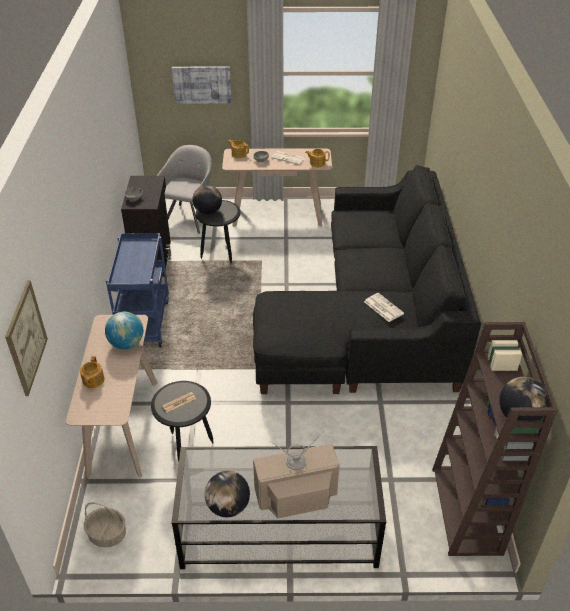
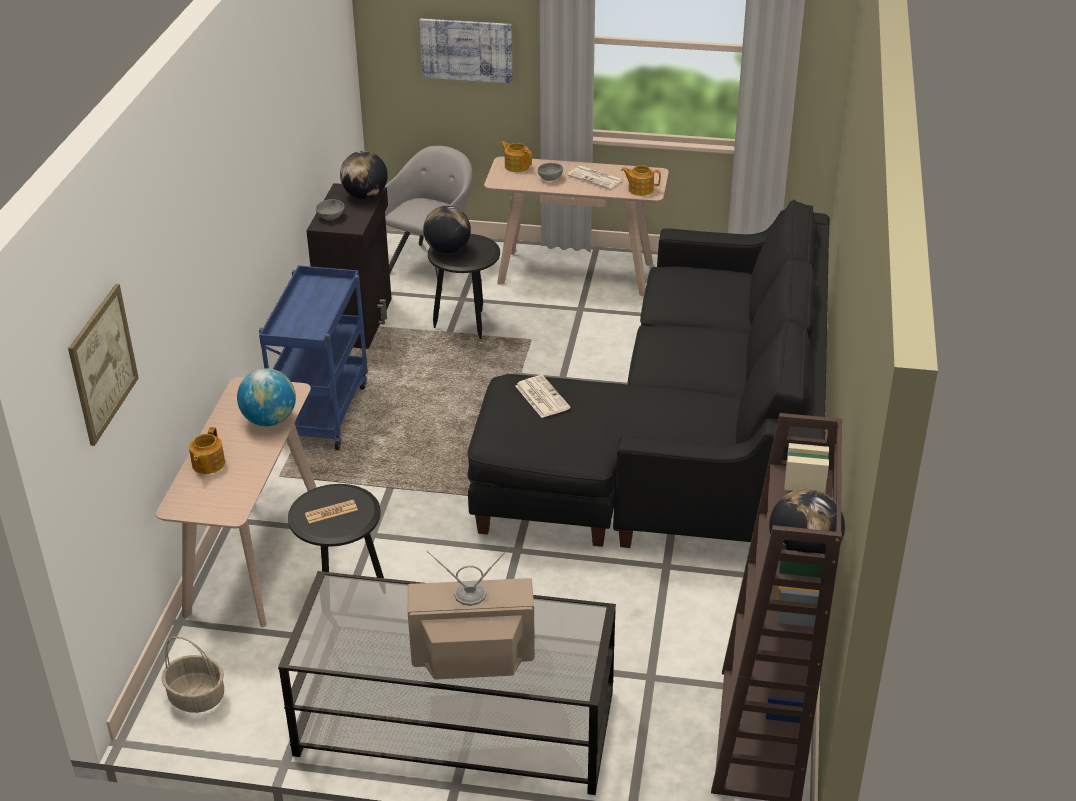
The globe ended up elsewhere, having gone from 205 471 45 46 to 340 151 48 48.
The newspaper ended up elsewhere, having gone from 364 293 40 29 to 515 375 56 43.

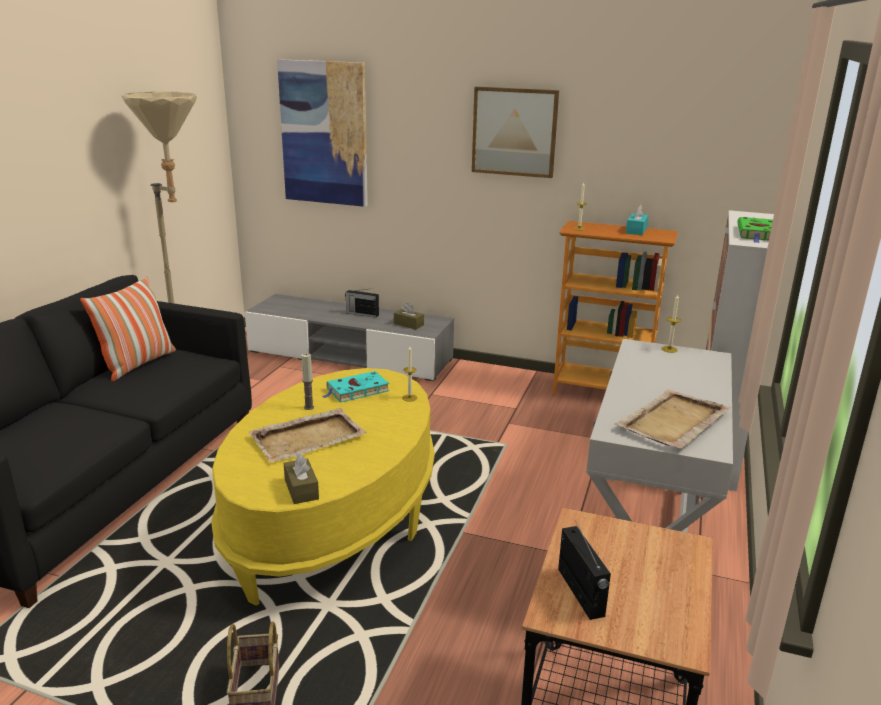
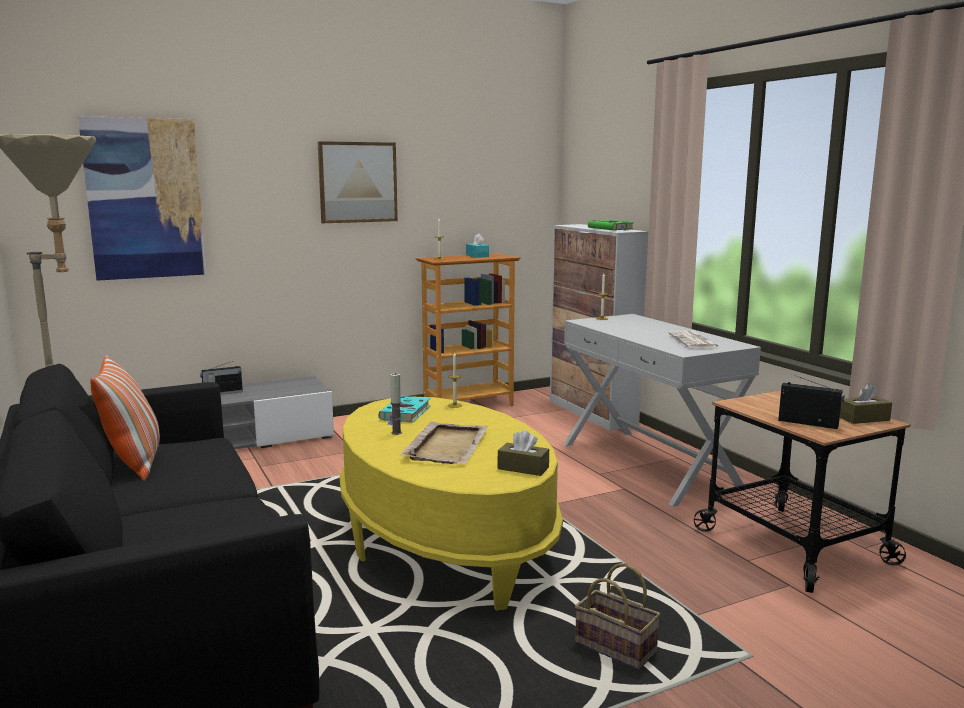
The brown tissue box ended up elsewhere, having gone from 394 303 30 26 to 840 383 52 41.
Where the beige tray stood at 615 389 116 60, the newspaper came to stand at 668 331 52 18.

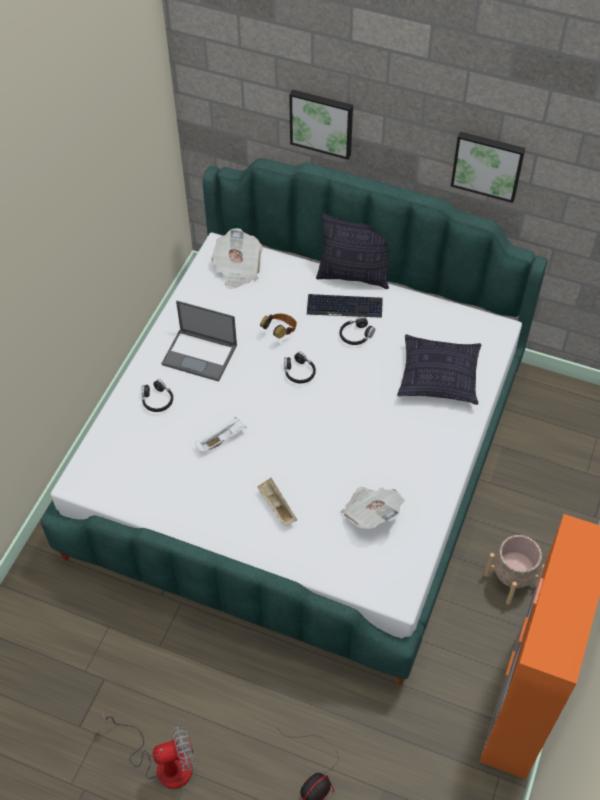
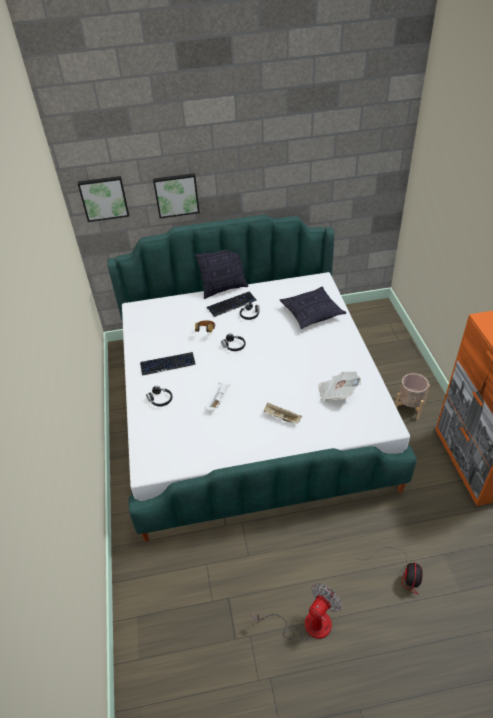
The second view lost the newspaper at 212 228 51 61.
The picture ended up elsewhere, having gone from 451 132 74 71 to 78 176 51 46.
Where the laptop stood at 161 300 76 82, the keyboard came to stand at 140 352 56 24.

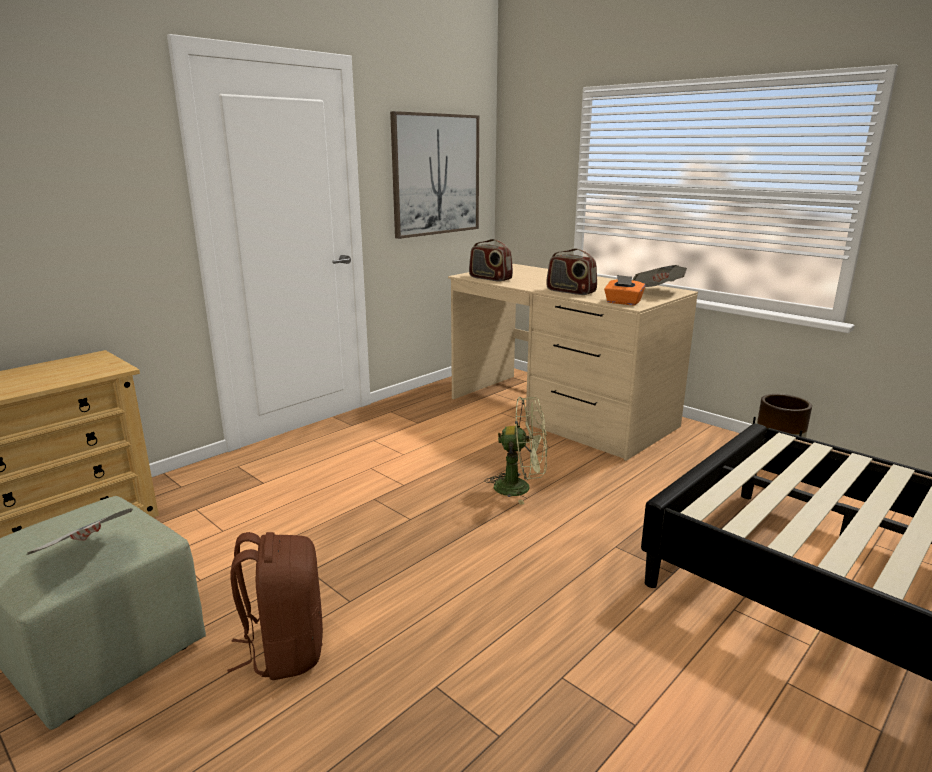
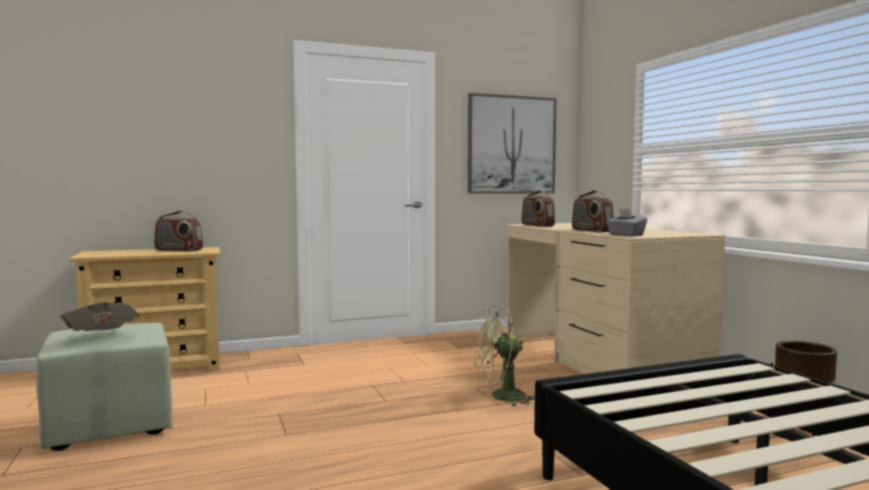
The second view lost the brown backpack at 227 532 96 148.
The second view lost the newspaper at 633 265 54 22.
The second view gained the radio at 154 211 49 41.
What was the orange tissue box at 604 275 41 30 turned into the grey tissue box at 606 209 41 27.
The green fan at 485 397 63 108 ended up facing another way, 135 degrees clockwise from before.

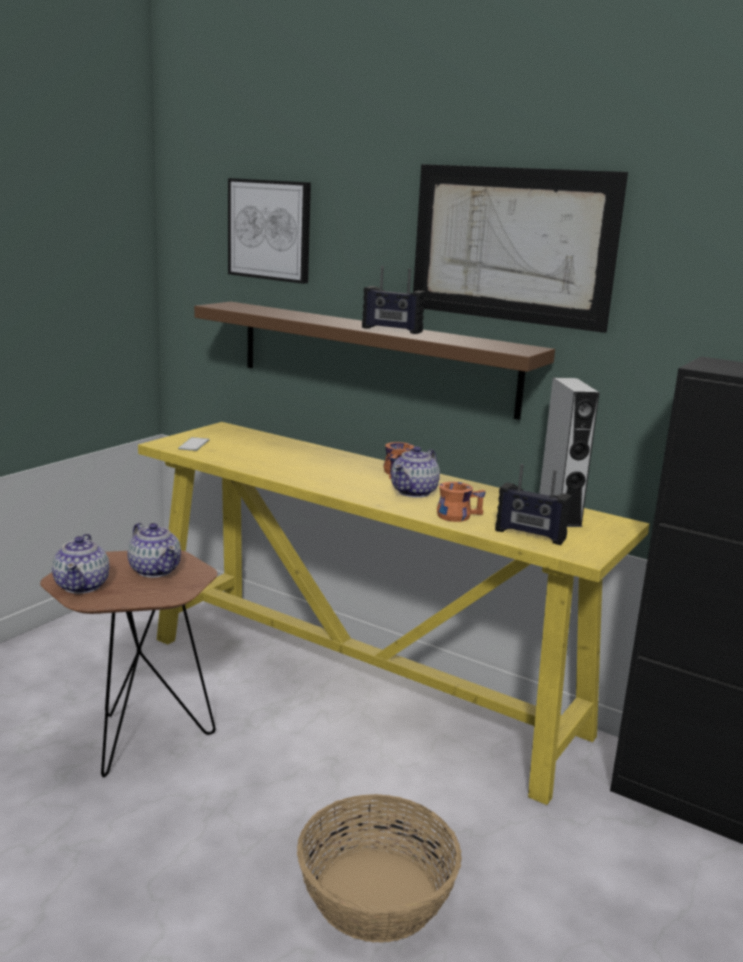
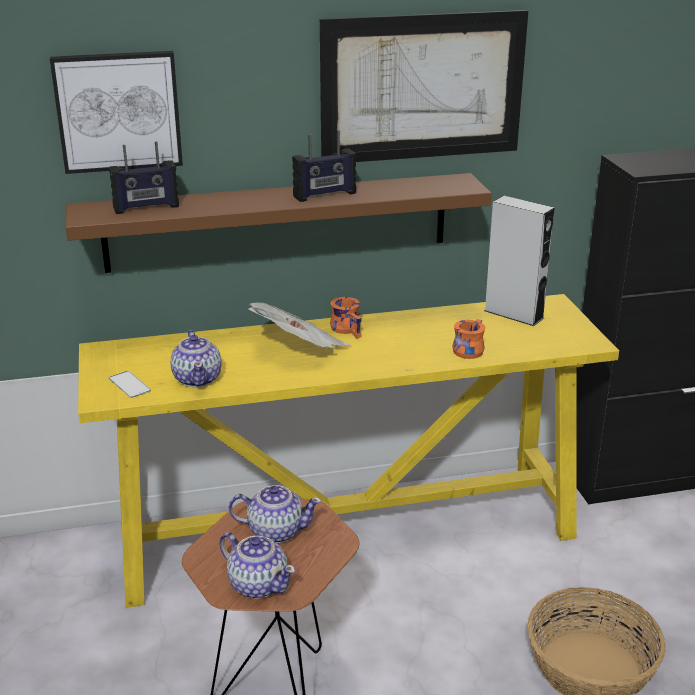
The second view gained the newspaper at 248 302 103 47.
The teapot ended up elsewhere, having gone from 391 446 49 52 to 170 330 52 57.
The radio ended up elsewhere, having gone from 495 464 77 81 to 109 142 70 72.

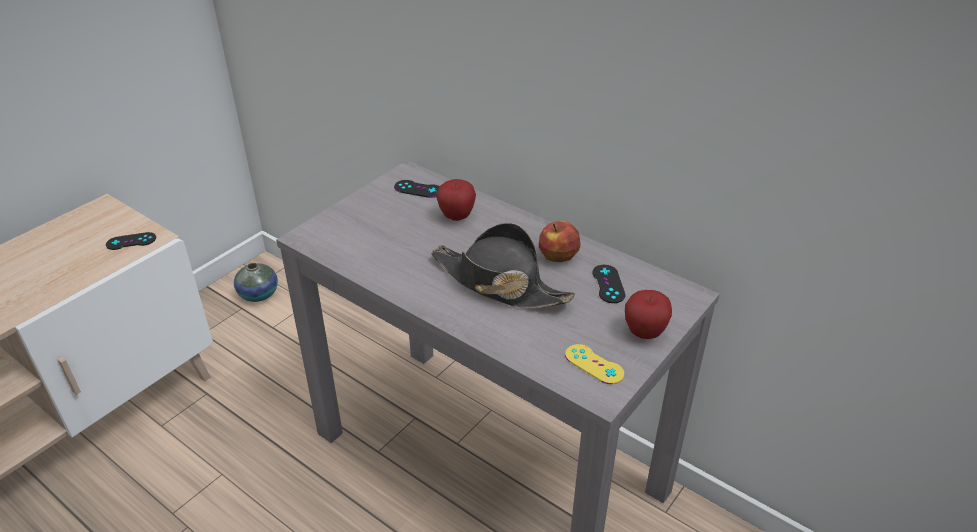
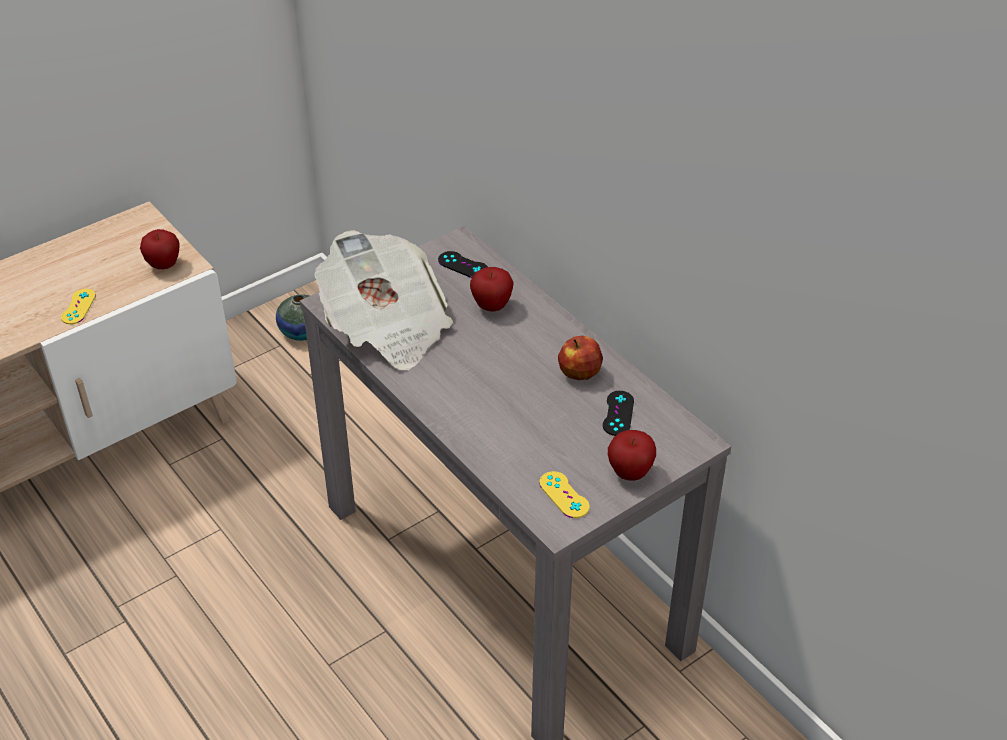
The second view lost the black hat at 431 223 144 86.
The second view gained the yellow game controller at 61 289 35 35.
The second view gained the newspaper at 314 230 139 140.
Where the black game controller stood at 106 232 50 18, the apple came to stand at 140 229 40 40.

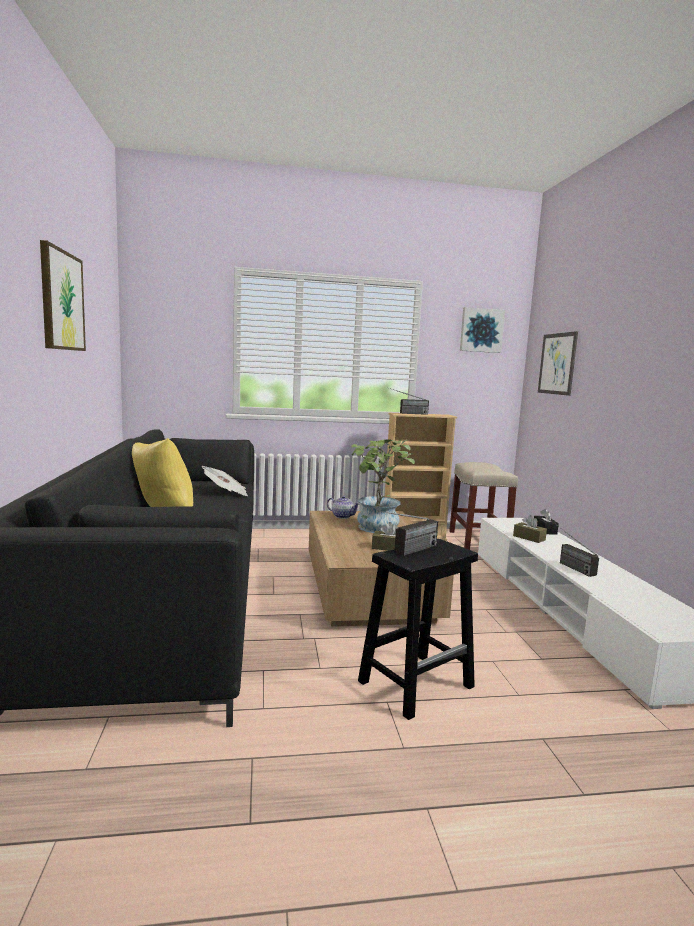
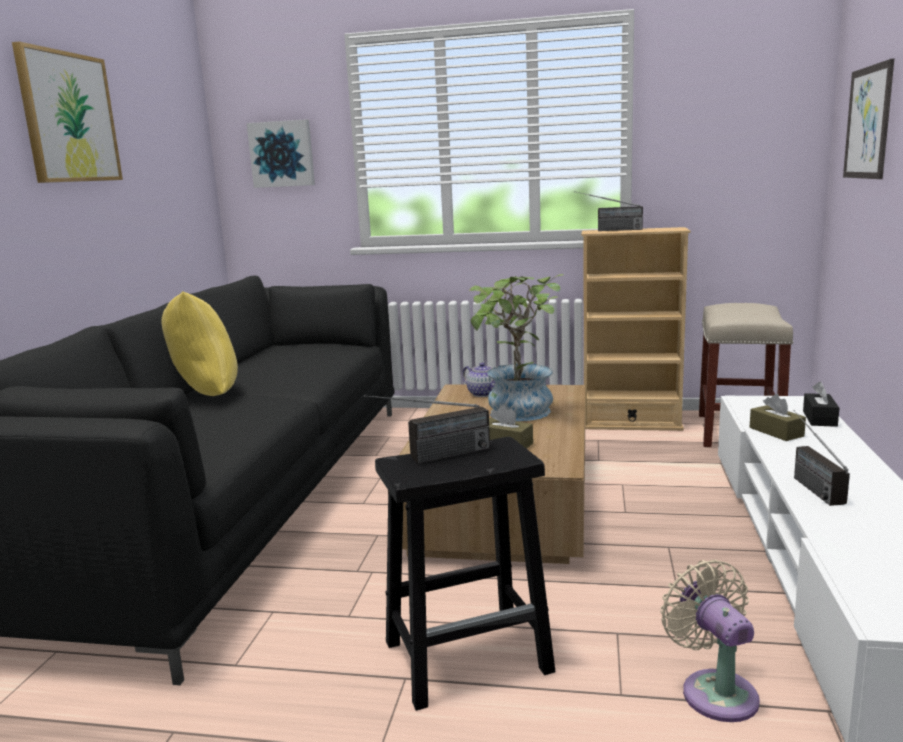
The second view lost the newspaper at 201 466 47 30.
The second view gained the beige fan at 660 560 100 162.
The picture ended up elsewhere, having gone from 460 307 45 46 to 247 119 68 69.

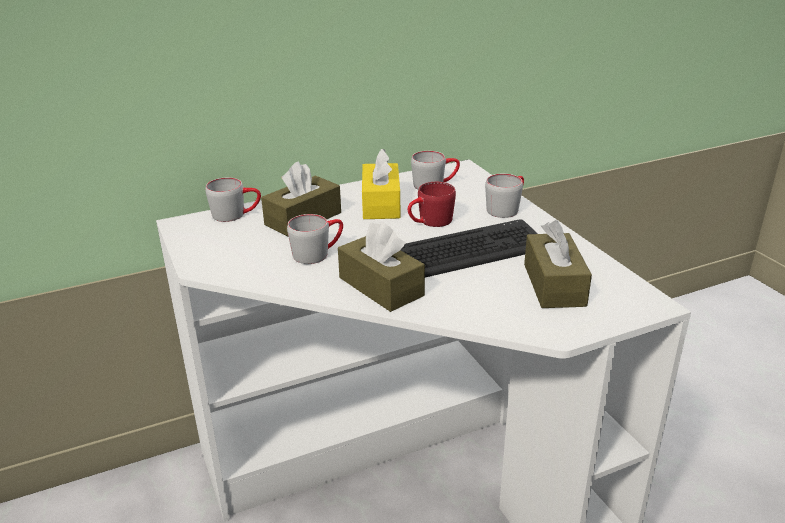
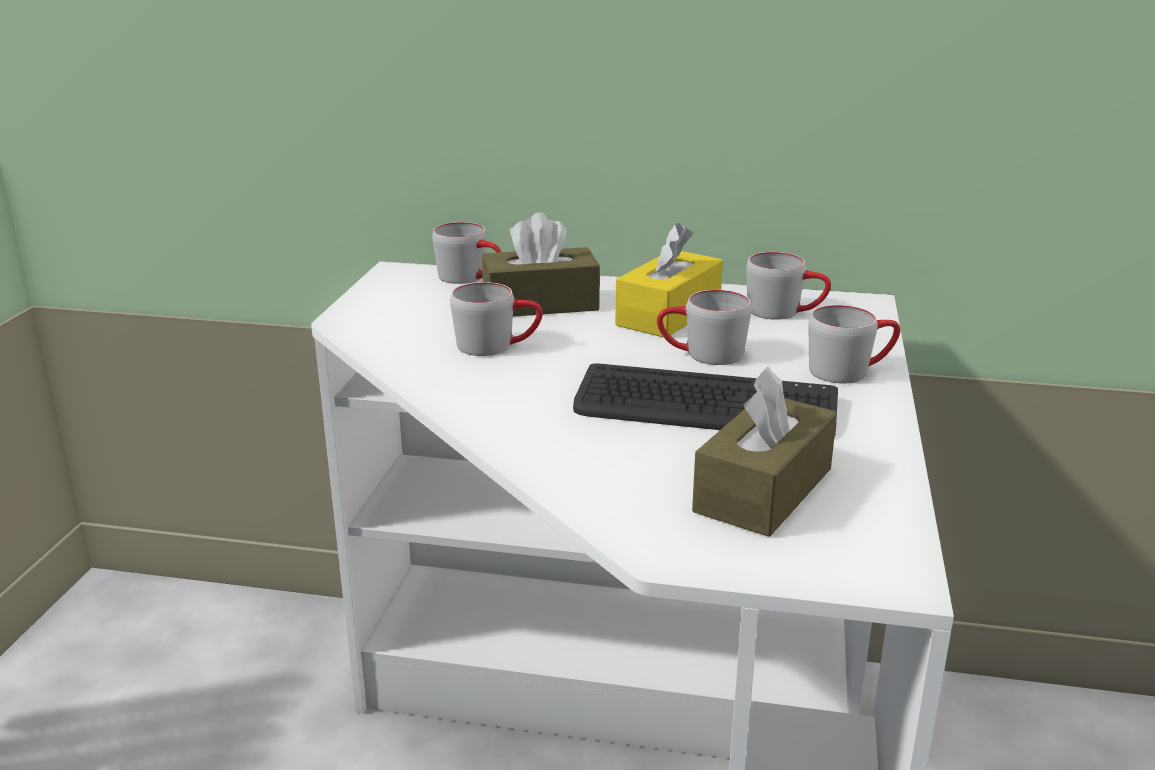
The second view lost the brown tissue box at 338 222 87 90.
What was the red mug at 408 182 48 45 turned into the grey mug at 657 290 95 75.

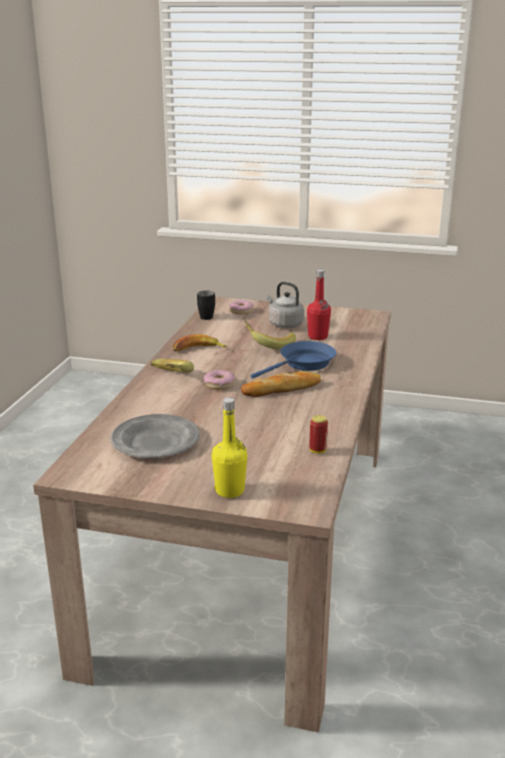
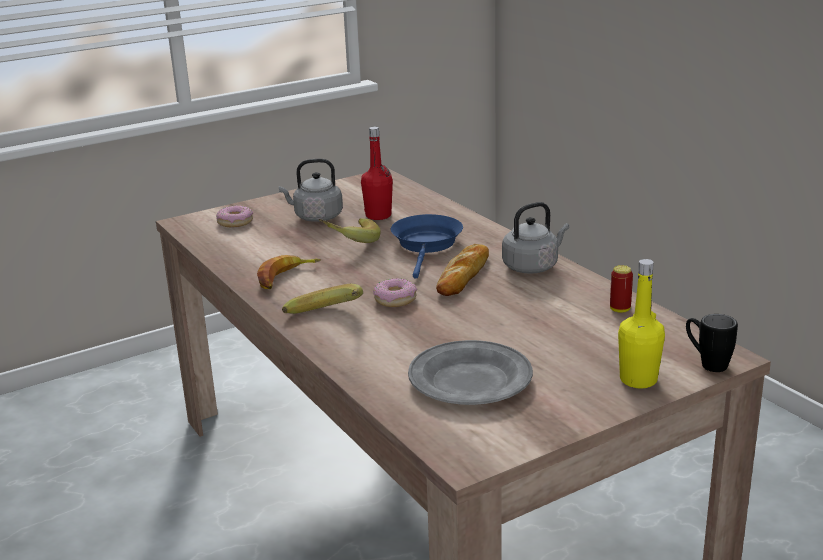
The second view gained the grey kettle at 502 202 67 72.
The black mug ended up elsewhere, having gone from 197 291 18 29 to 686 314 52 58.

